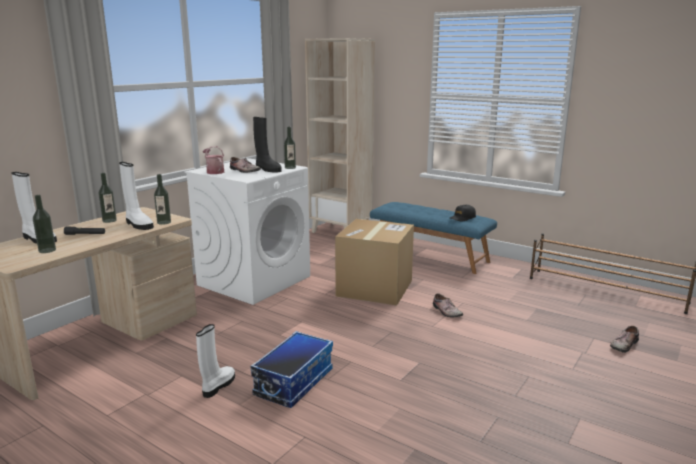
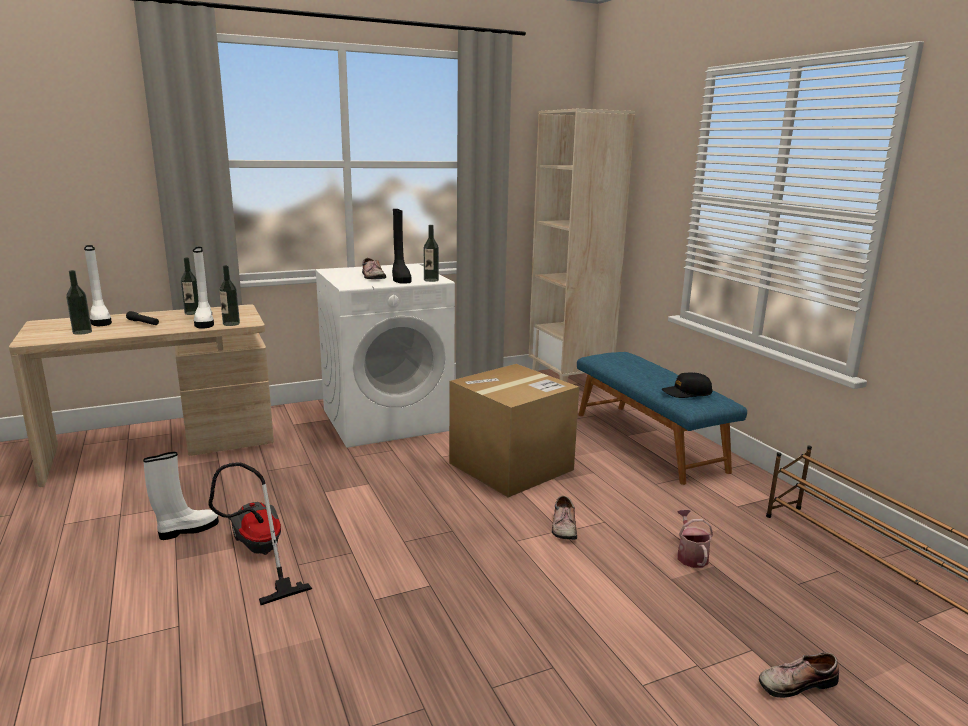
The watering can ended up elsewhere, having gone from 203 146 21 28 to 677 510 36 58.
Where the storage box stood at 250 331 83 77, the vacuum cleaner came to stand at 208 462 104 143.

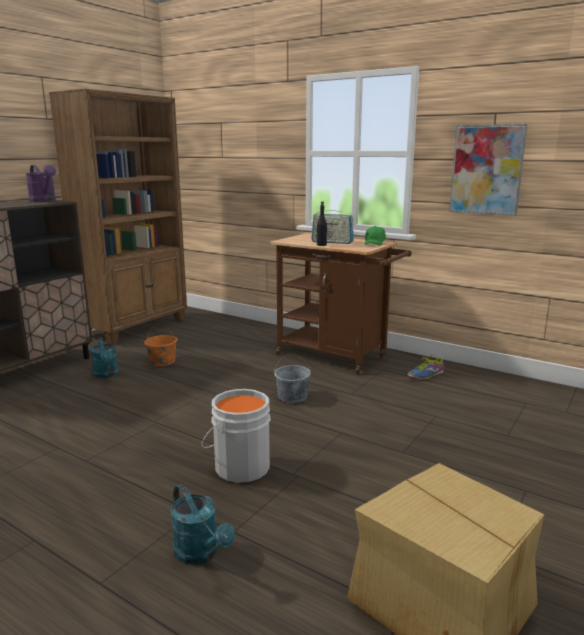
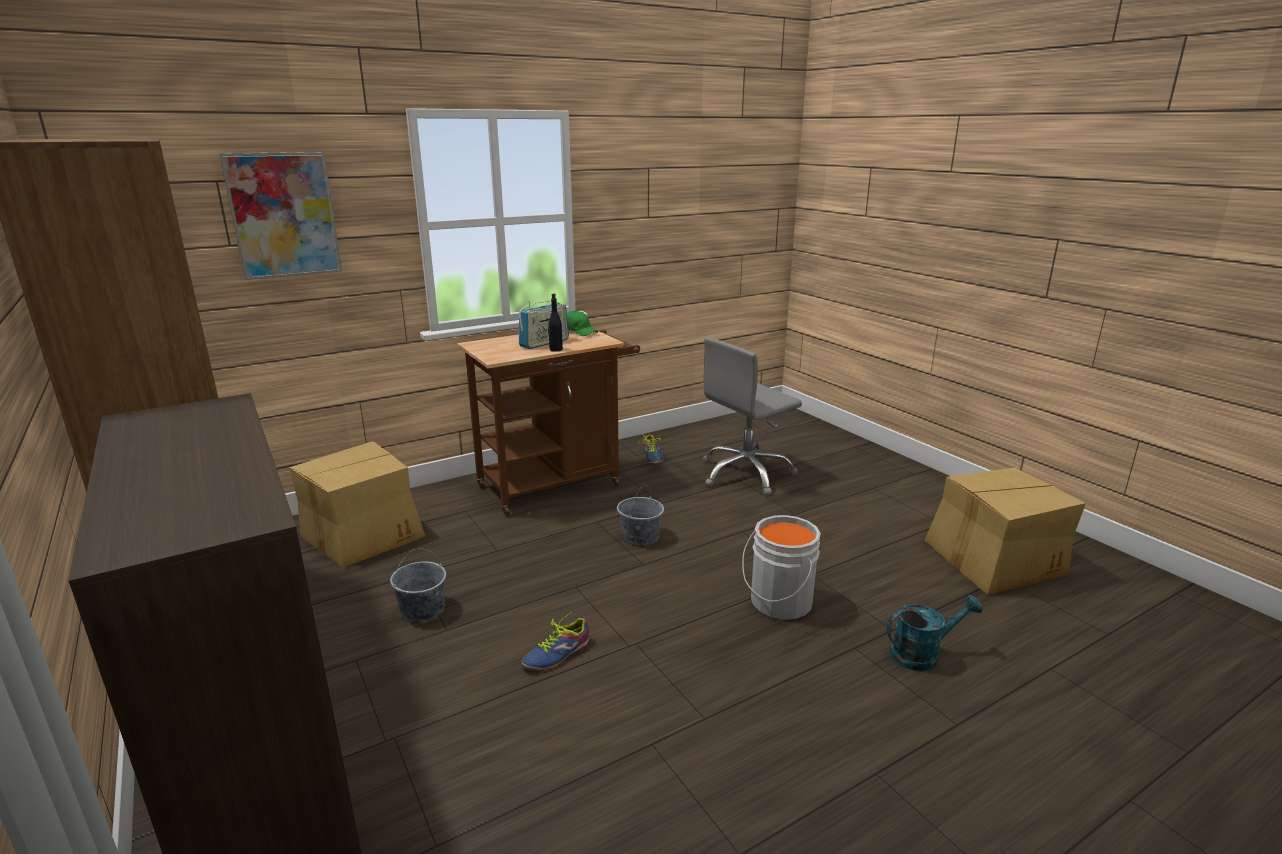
The second view lost the purple watering can at 25 165 31 37.
The second view lost the turquoise watering can at 90 337 29 41.
The second view gained the cardboard box at 289 441 137 127.
The second view gained the shoe at 522 614 67 57.
The second view gained the grey office chair at 702 337 100 158.
The picture ended up elsewhere, having gone from 449 124 79 92 to 219 152 123 128.
What was the orange bucket at 144 323 33 43 turned into the grey bucket at 390 548 56 73.

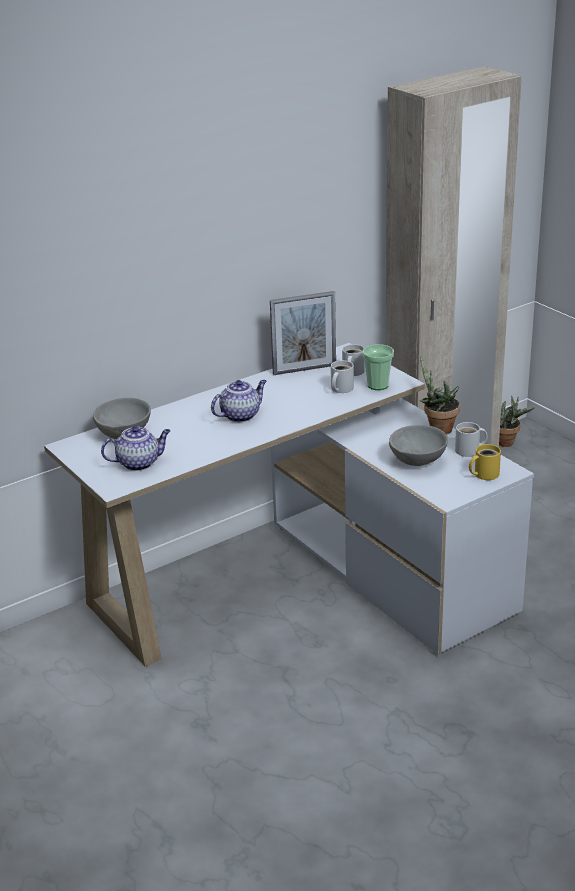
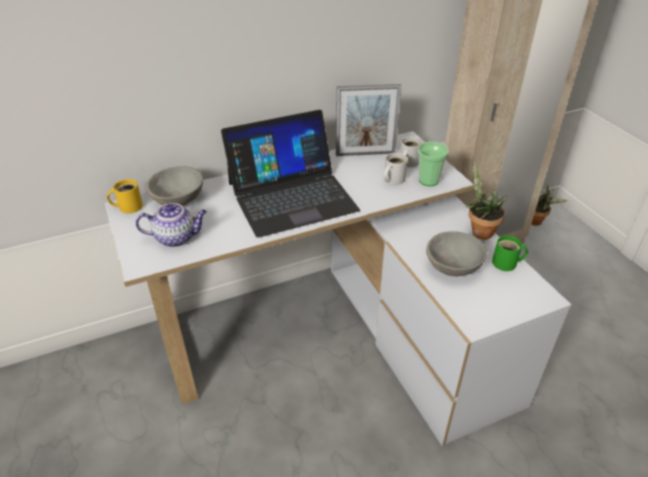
The yellow mug ended up elsewhere, having gone from 469 444 32 36 to 107 179 36 34.
Where the teapot stood at 211 380 56 42, the laptop came to stand at 221 110 139 128.
What was the white mug at 455 422 33 35 turned into the green mug at 492 236 36 35.

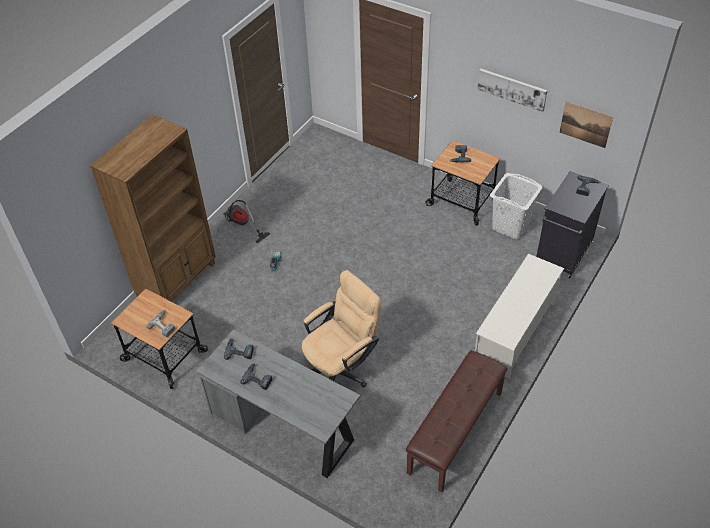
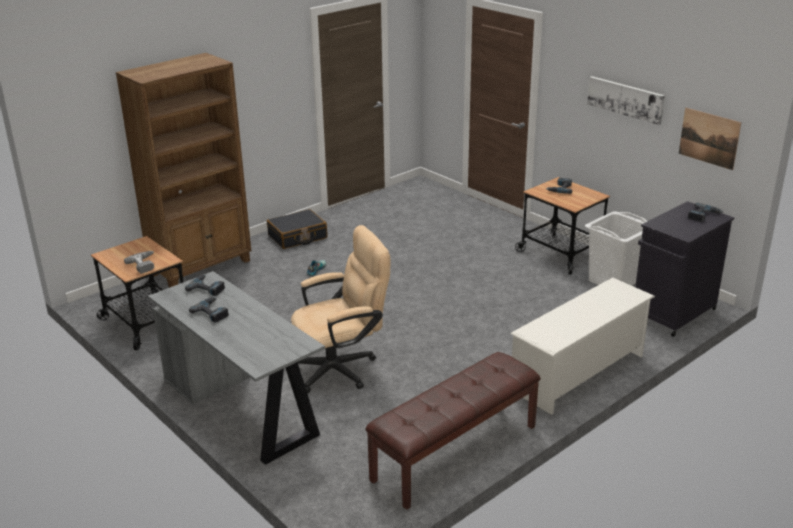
Where the vacuum cleaner stood at 224 200 46 43, the black suitcase came to stand at 267 209 60 40.

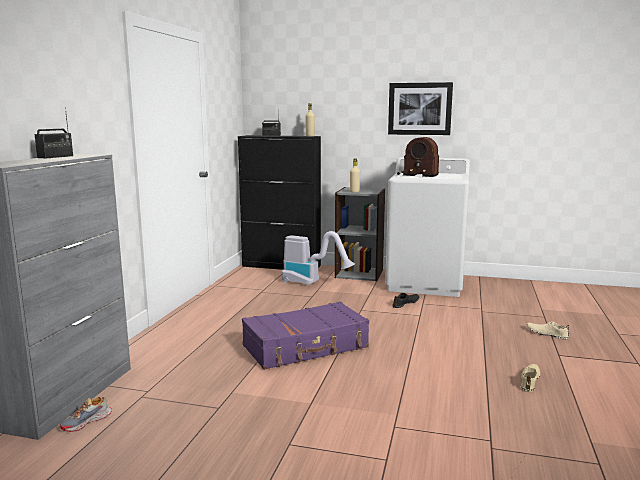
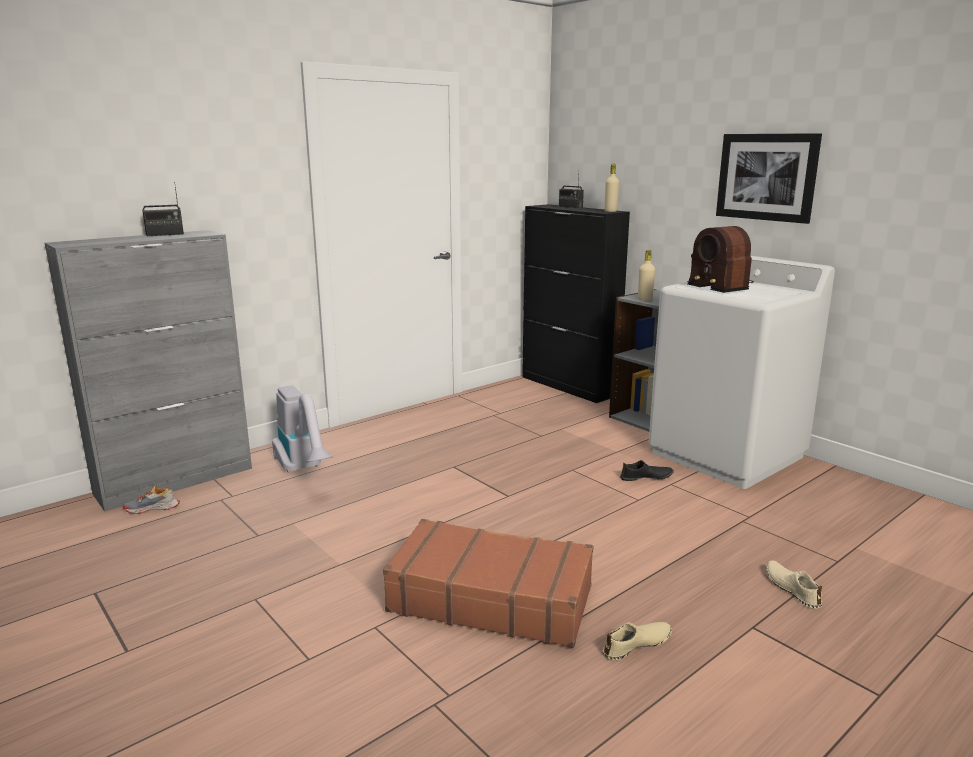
The second view lost the purple suitcase at 242 301 127 69.
The second view gained the brown suitcase at 383 519 210 129.
The vacuum cleaner ended up elsewhere, having gone from 282 231 73 55 to 272 386 61 86.

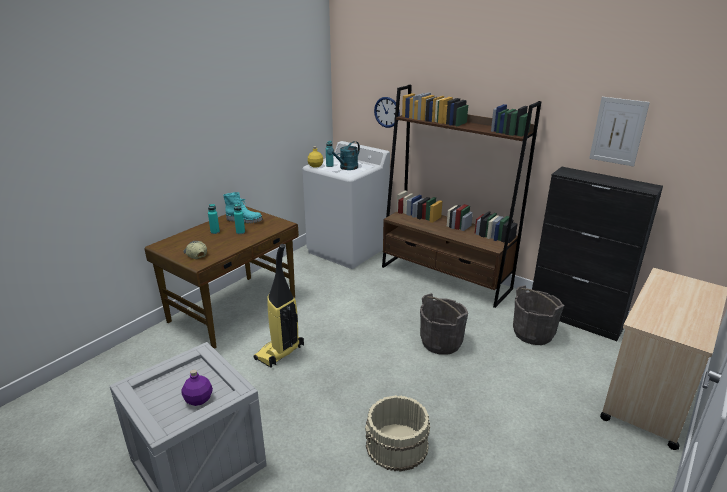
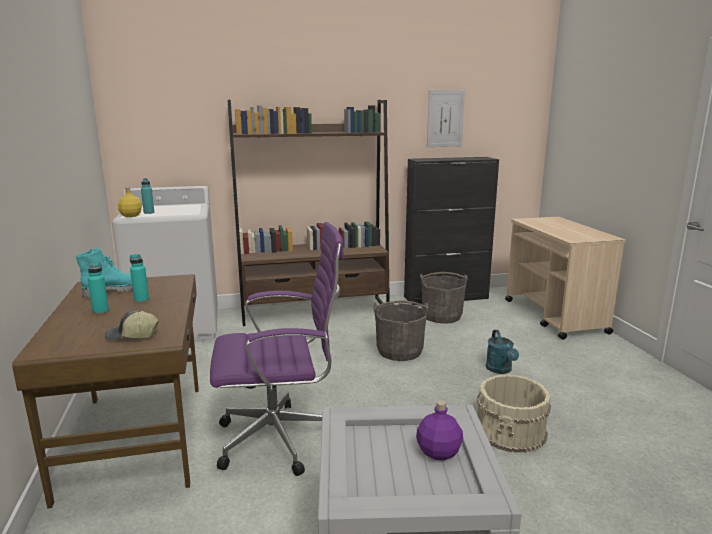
The second view lost the wall clock at 374 97 26 31.
The turquoise watering can ended up elsewhere, having gone from 327 141 33 29 to 486 330 33 44.
Where the vacuum cleaner stood at 254 244 50 124, the purple office chair came to stand at 210 222 134 254.

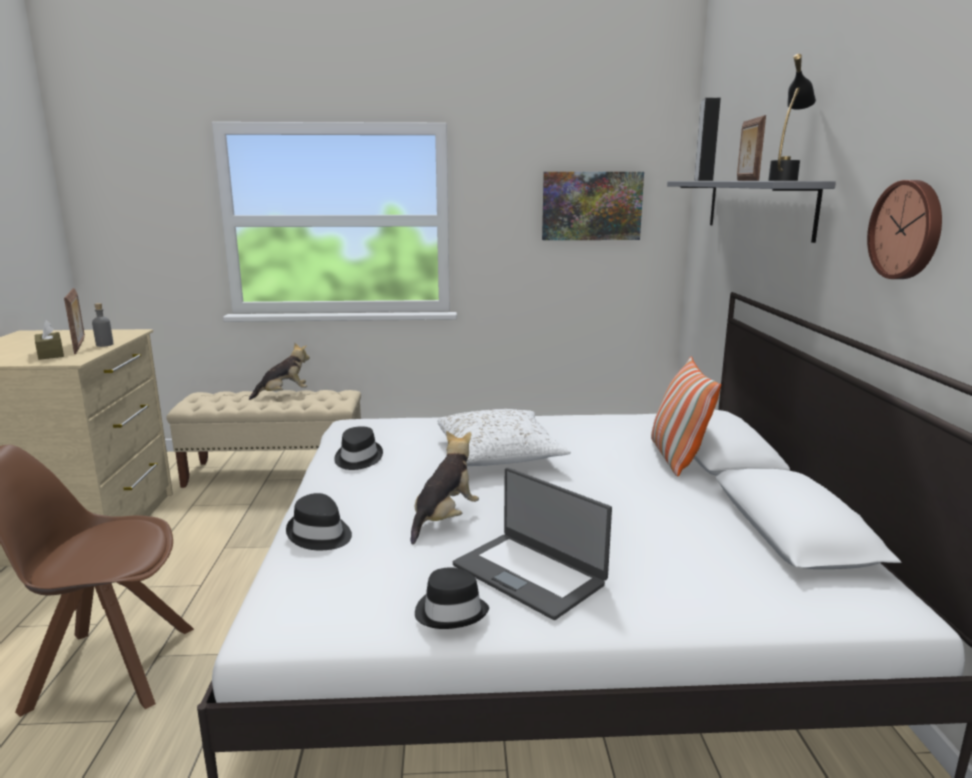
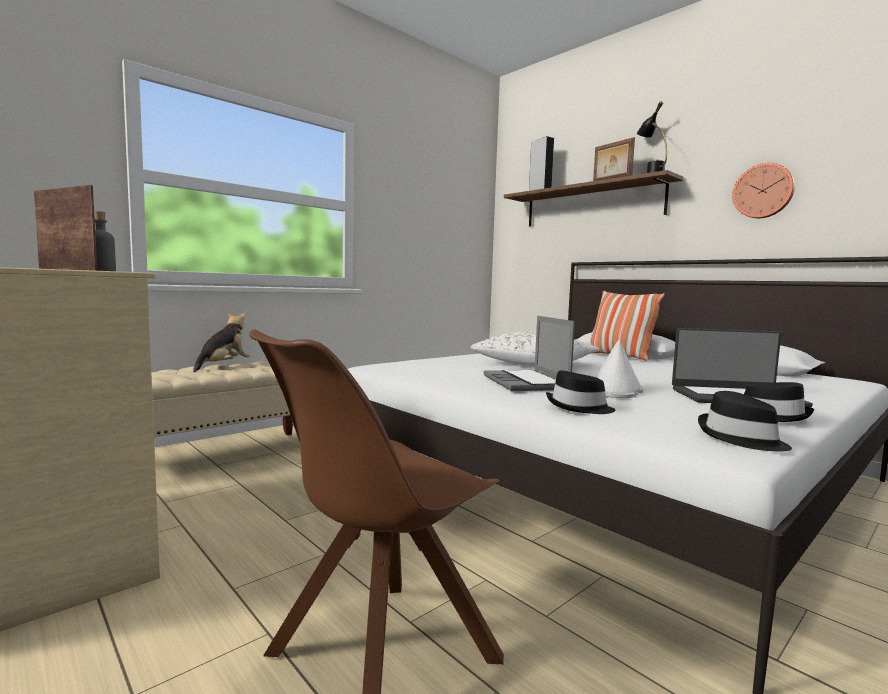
The second view lost the brown tissue box at 35 320 29 40.
The second view lost the picture at 542 172 102 68.
The second view gained the laptop at 483 316 92 75.
The black hat ended up elsewhere, having gone from 334 426 49 44 to 698 391 94 60.
Where the plush toy stood at 411 431 68 113, the white hat came to stand at 595 340 48 58.
What was the grey shelf at 667 181 169 62 turned into the brown shelf at 504 170 179 57.

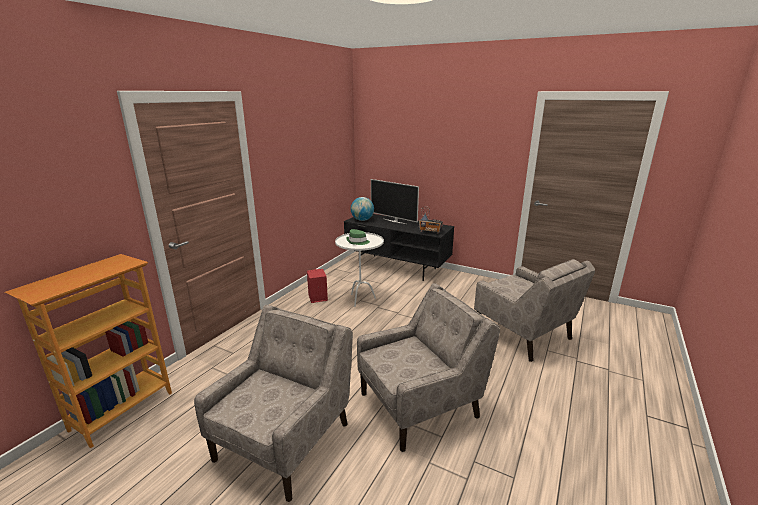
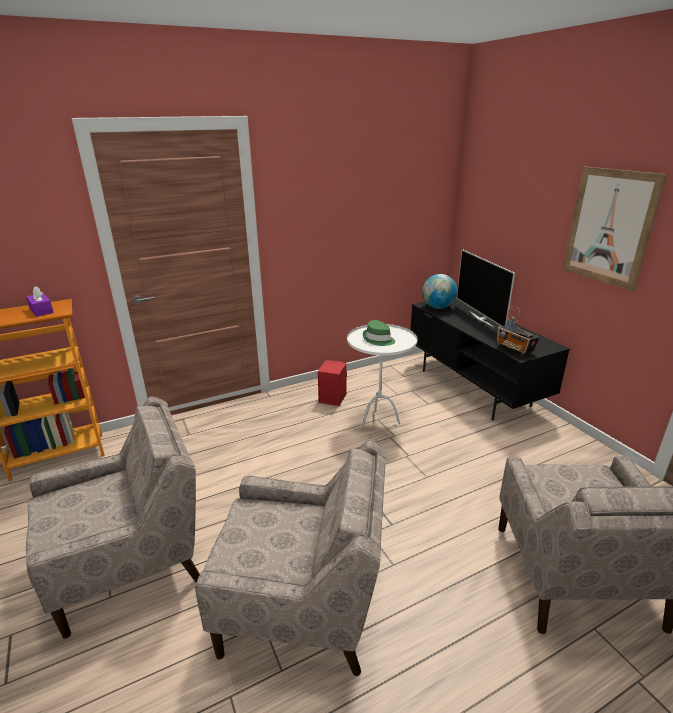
The second view gained the purple tissue box at 26 286 28 31.
The second view gained the picture at 562 166 105 125.

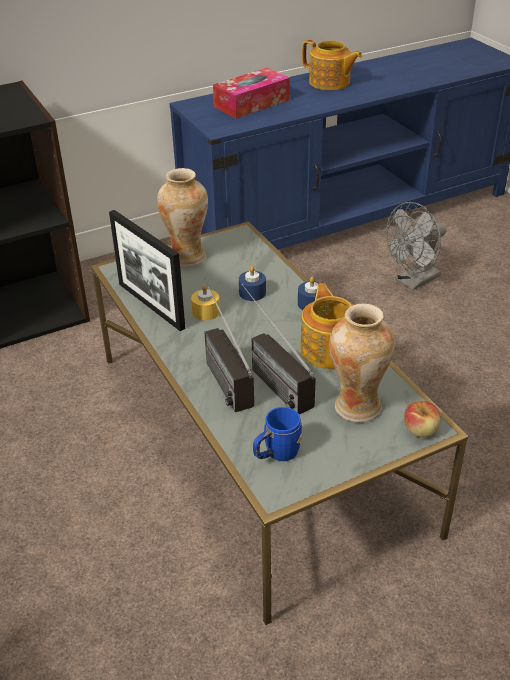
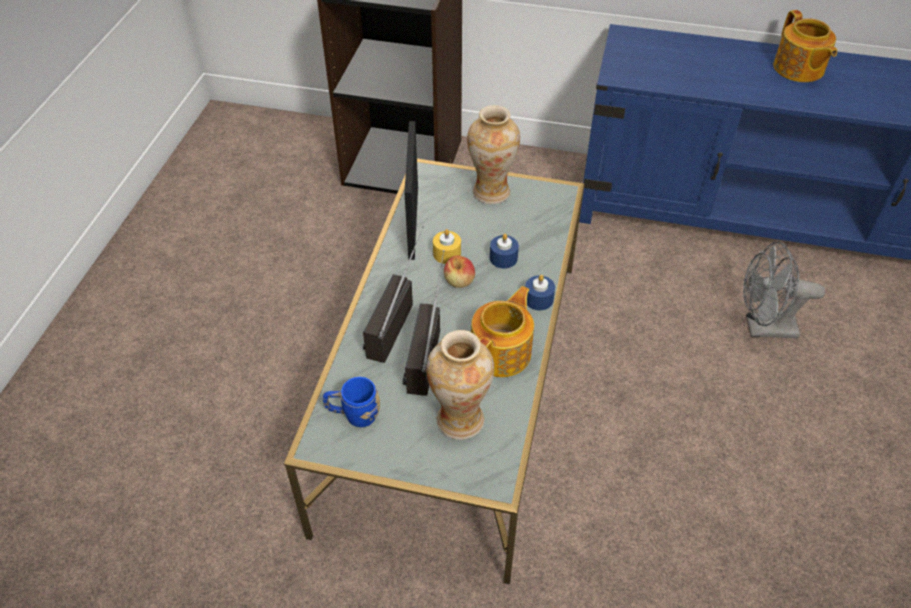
The second view lost the tissue box at 213 68 77 51.
The apple ended up elsewhere, having gone from 404 401 37 36 to 444 255 31 33.

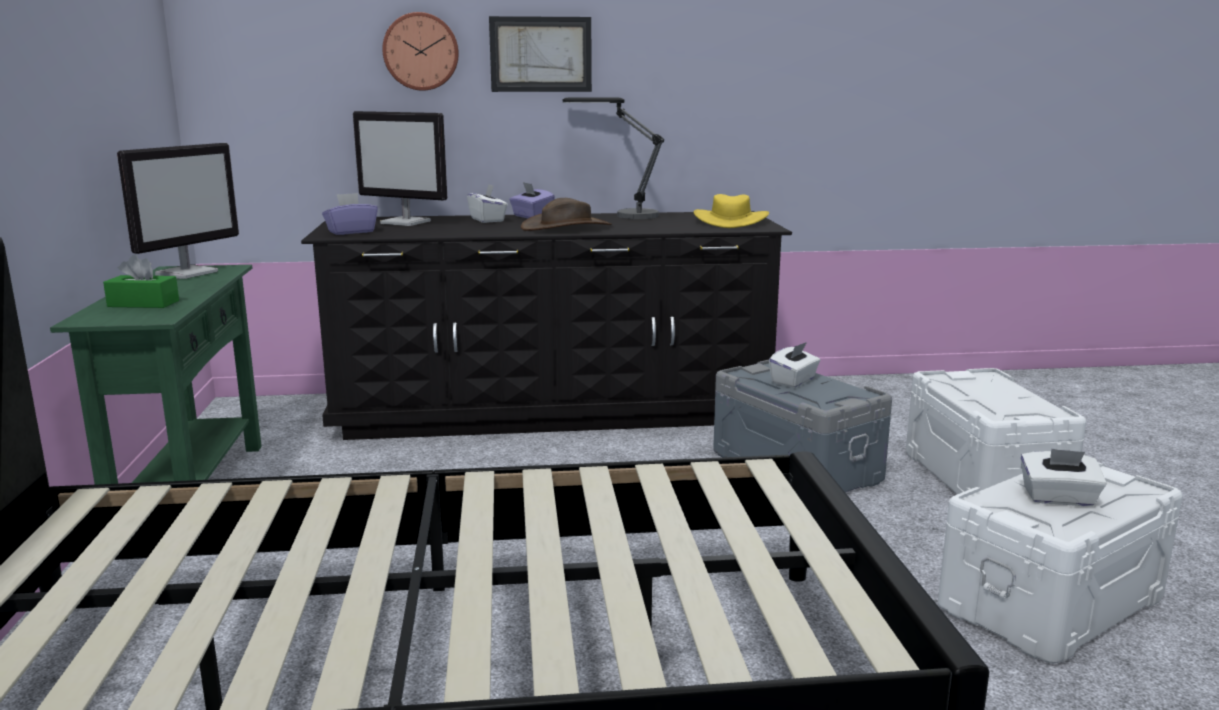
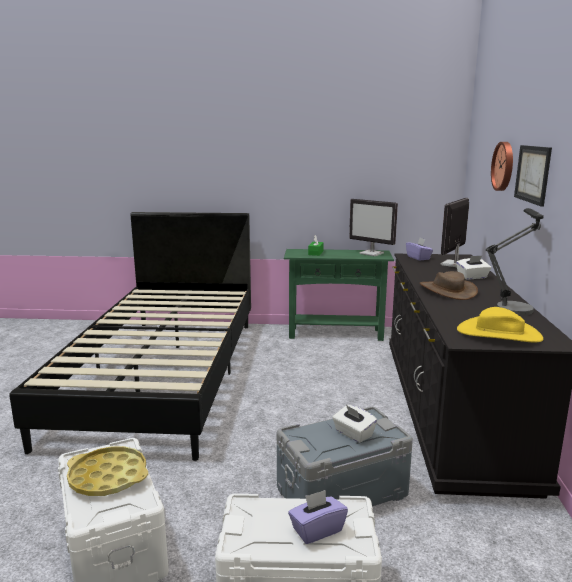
The purple tissue box ended up elsewhere, having gone from 509 182 46 36 to 288 490 60 54.
Where the white tissue box stood at 1021 449 86 57, the yellow tray came to stand at 67 446 81 50.

